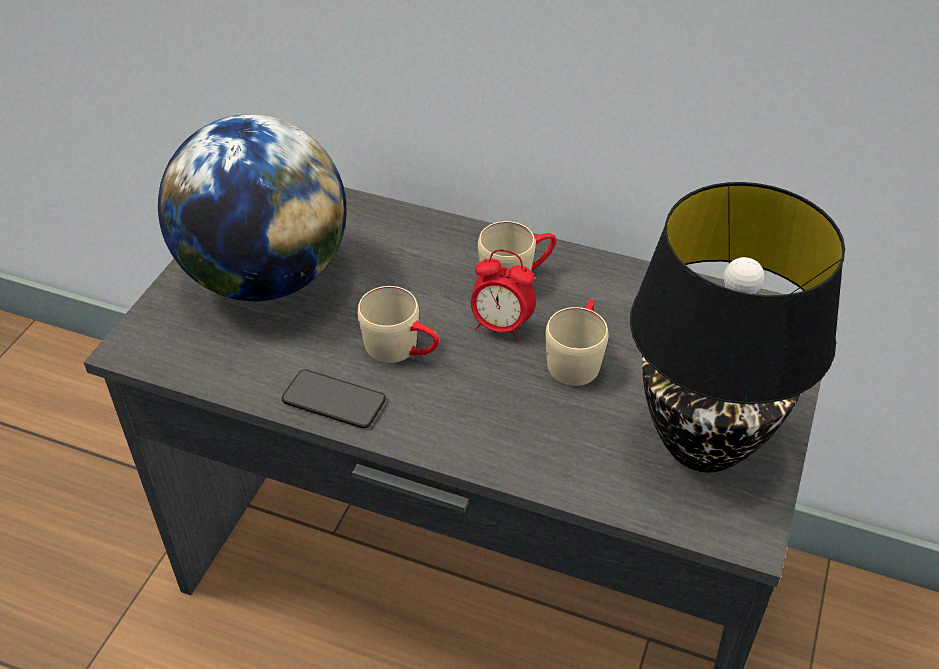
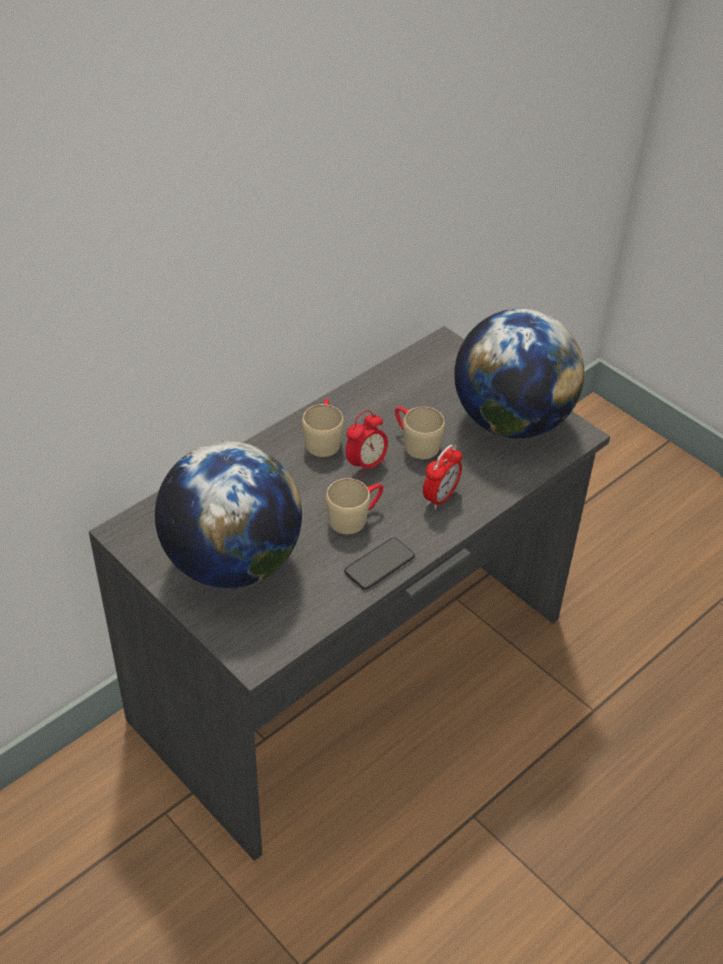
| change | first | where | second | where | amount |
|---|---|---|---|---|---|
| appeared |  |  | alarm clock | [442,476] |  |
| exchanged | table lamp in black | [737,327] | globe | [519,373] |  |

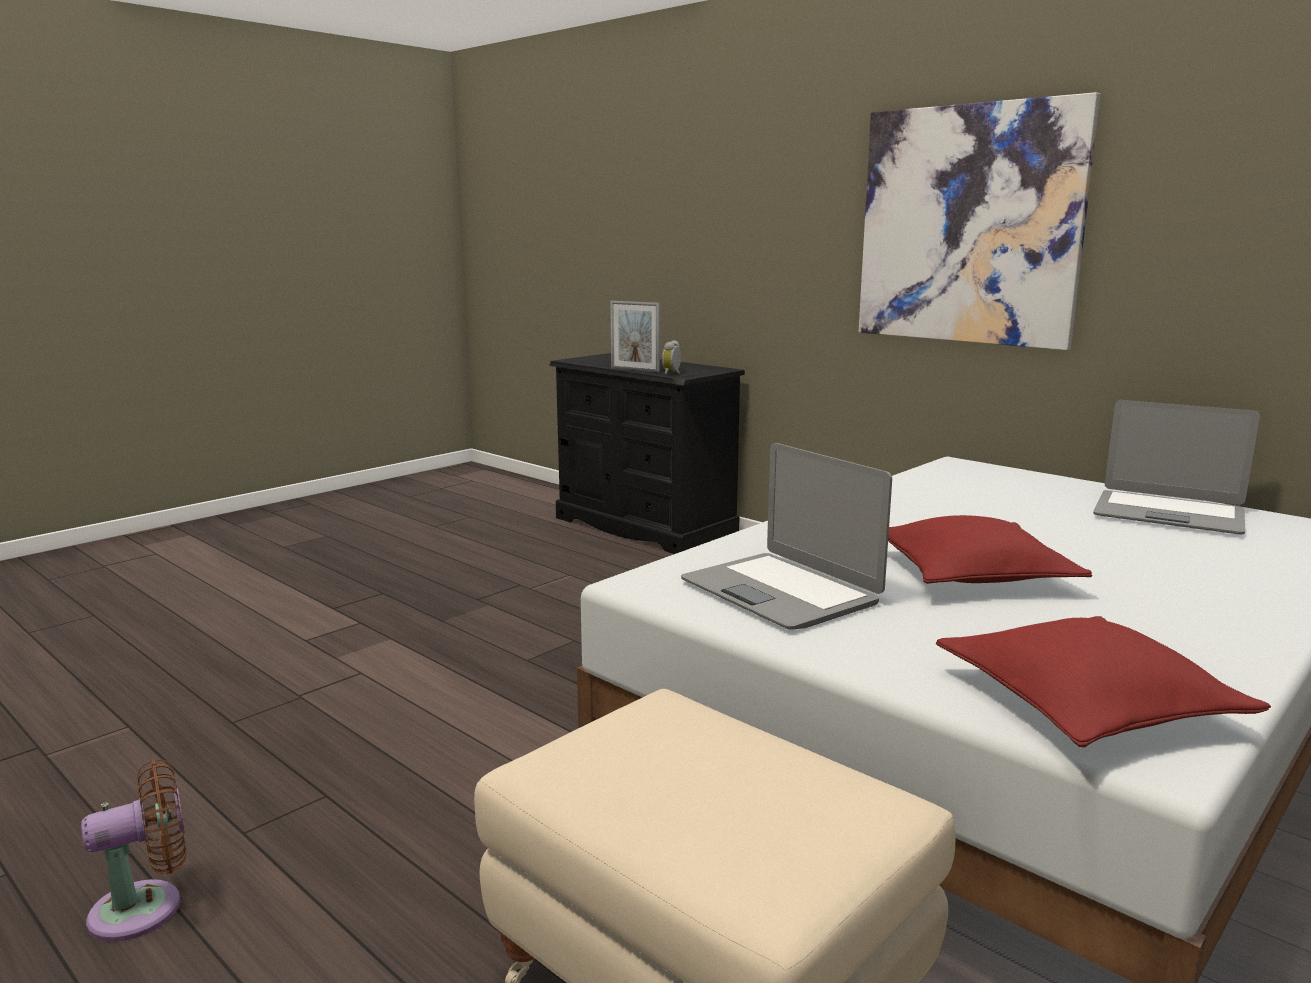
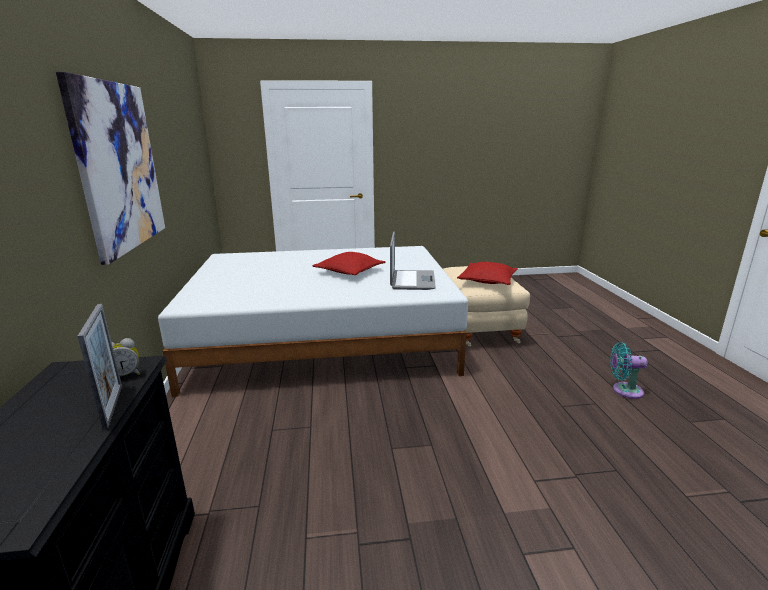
| change | first | where | second | where | amount |
|---|---|---|---|---|---|
| missing | laptop | [1176,467] |  |  |  |
| relocated | pillow in red | [1103,681] |  | [487,273] |  |
| colour | fan in brown | [133,850] | fan in turquoise | [629,370] |  |

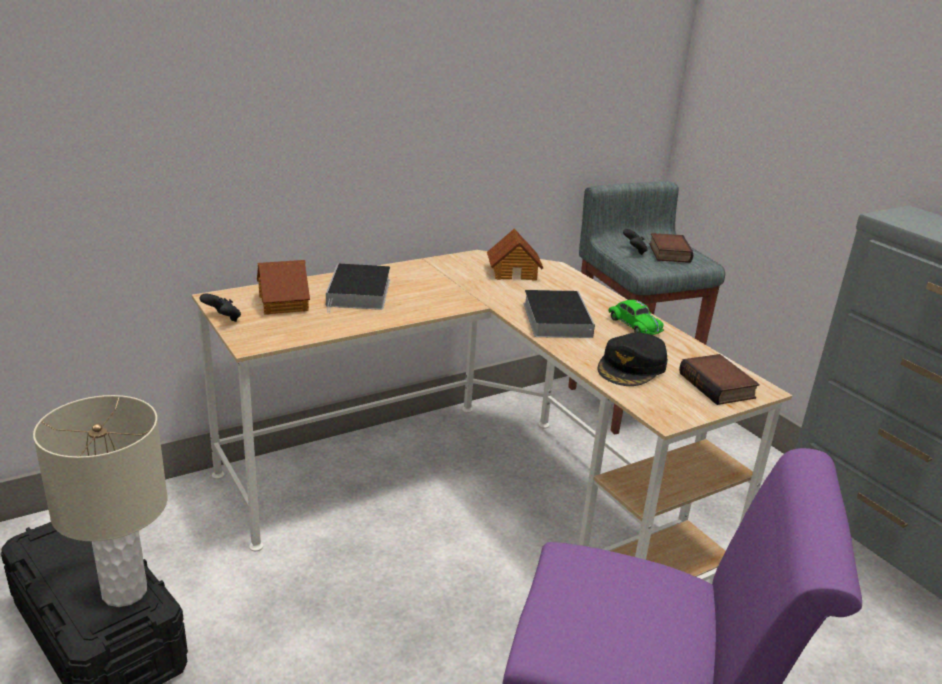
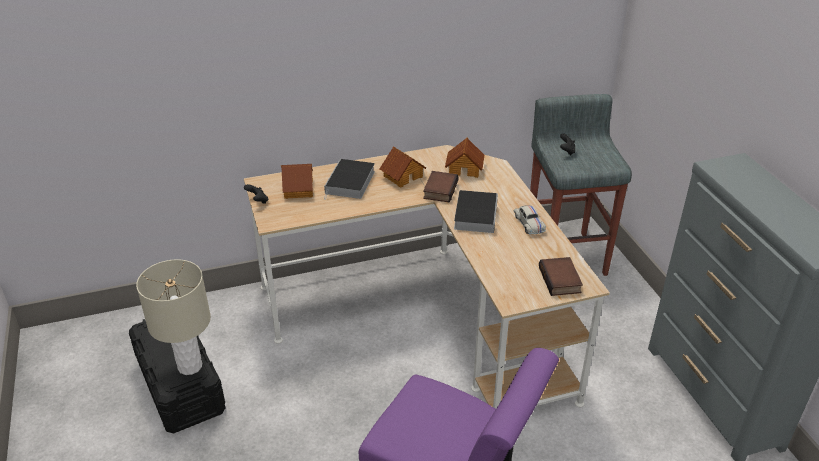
| change | first | where | second | where | amount |
|---|---|---|---|---|---|
| missing | cap in black | [632,359] |  |  |  |
| appeared |  |  | toy house | [403,166] |  |
| relocated | book | [671,248] |  | [441,186] |  |
| colour | toy car in green | [636,317] | toy car in white | [530,220] |  |

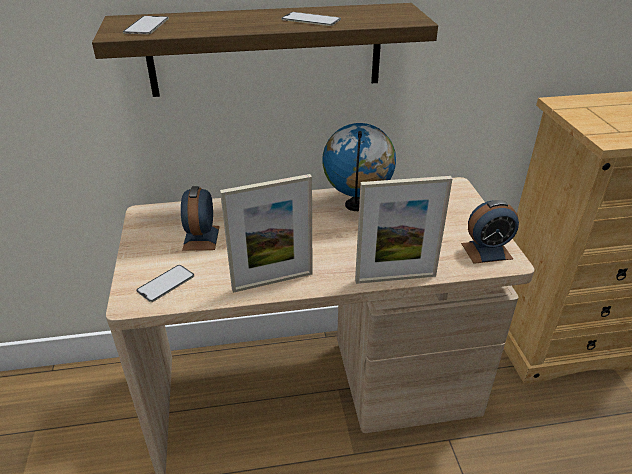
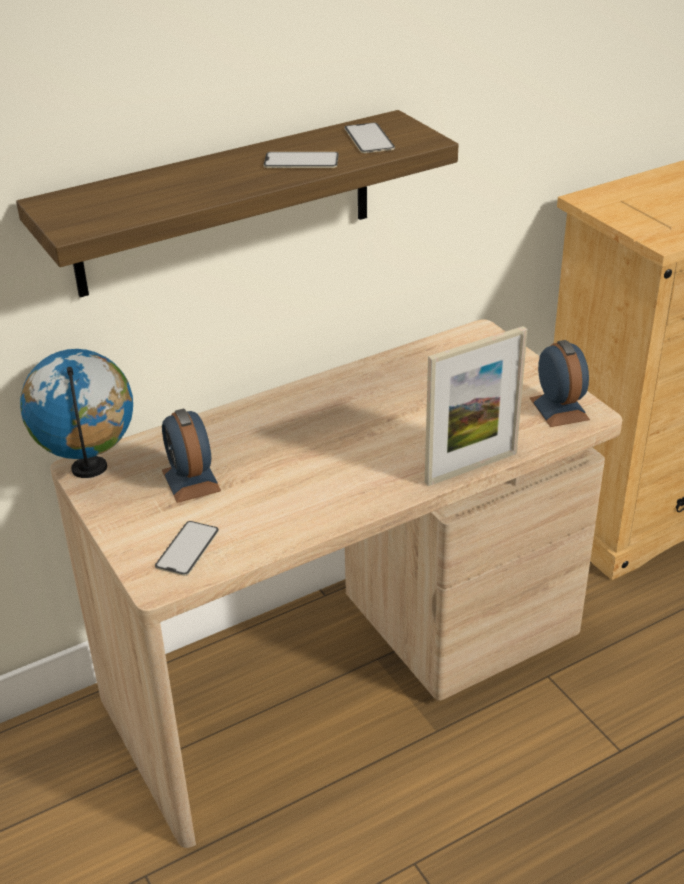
| change | first | where | second | where | amount |
|---|---|---|---|---|---|
| missing | picture frame | [266,233] |  |  |  |
| relocated | phone | [146,25] |  | [370,138] |  |
| relocated | globe | [359,167] |  | [76,413] |  |
| spun | alarm clock | [490,232] |  | [560,383] | 75 degrees counterclockwise |

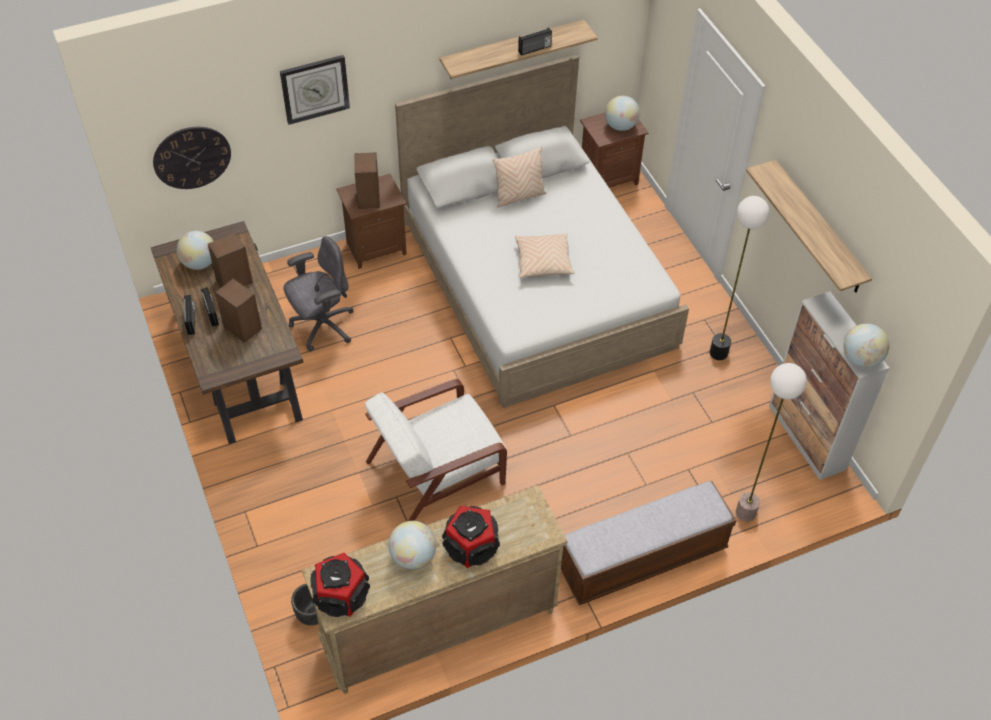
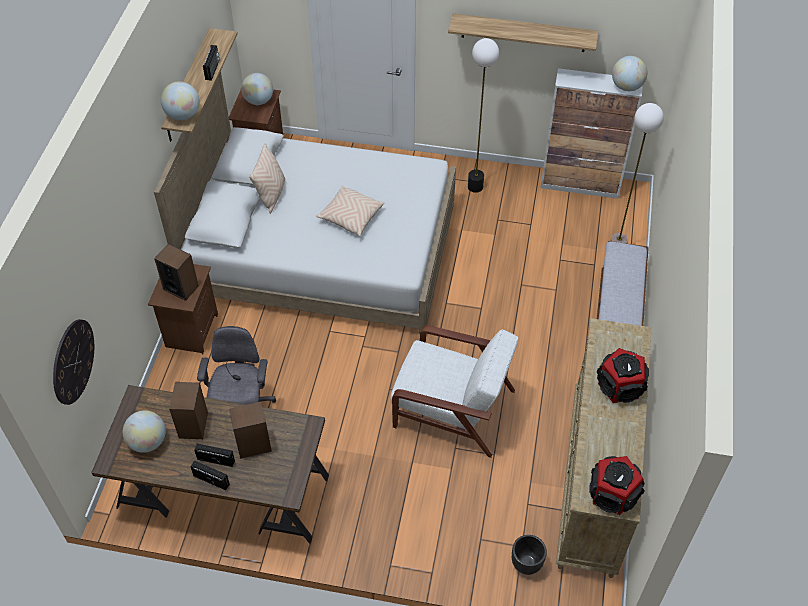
| change | first | where | second | where | amount |
|---|---|---|---|---|---|
| missing | wall clock | [315,90] |  |  |  |
| relocated | globe | [412,545] |  | [180,100] |  |
| spun | armchair in white | [436,450] |  | [454,391] | 75 degrees counterclockwise |

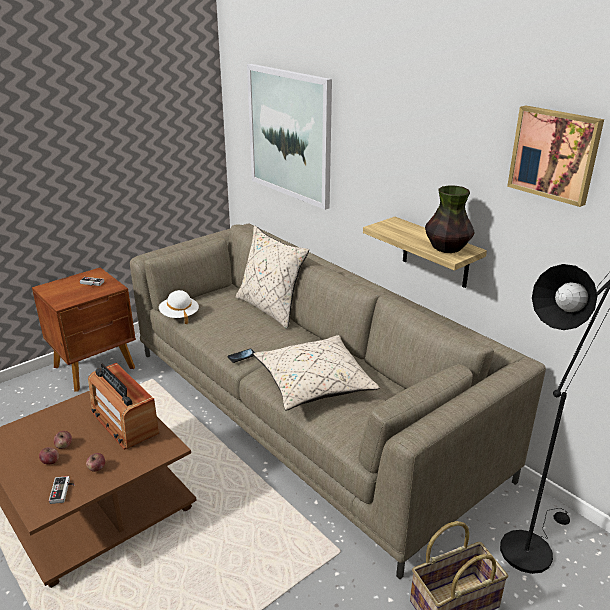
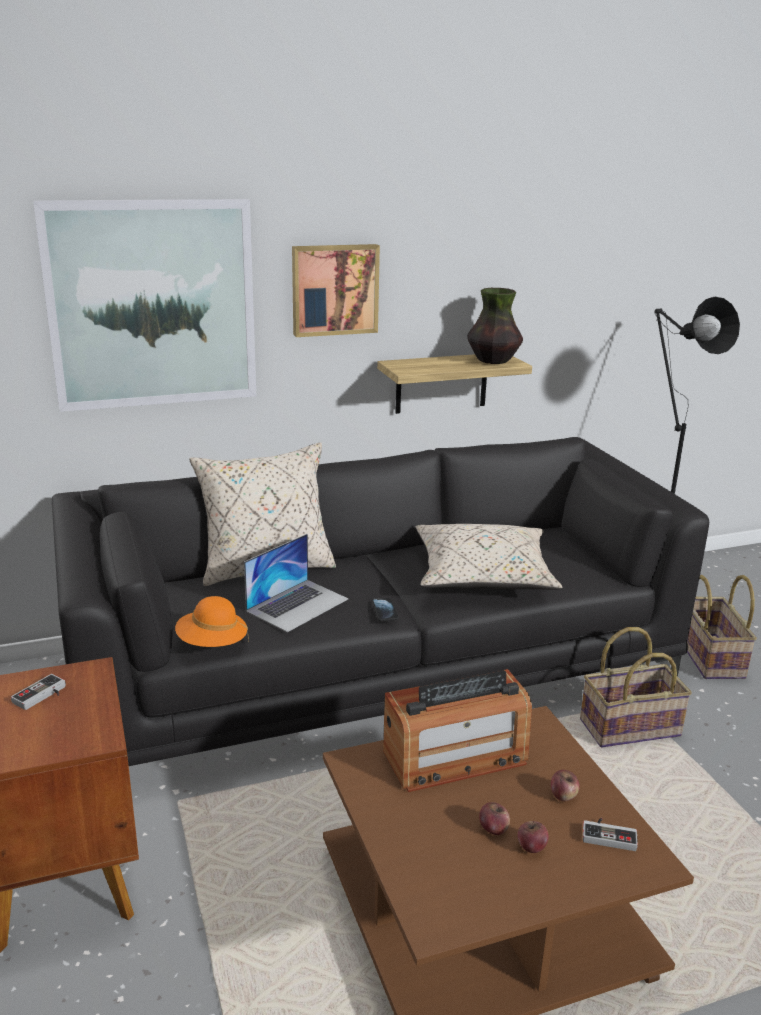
| change | first | where | second | where | amount |
|---|---|---|---|---|---|
| appeared |  |  | laptop | [296,583] |  |
| appeared |  |  | basket | [636,687] |  |
| relocated | picture | [555,156] |  | [336,290] |  |
| colour | sofa in beige | [338,401] | sofa in black | [380,601] |  |
| colour | hat in white | [179,307] | hat in orange | [212,621] |  |

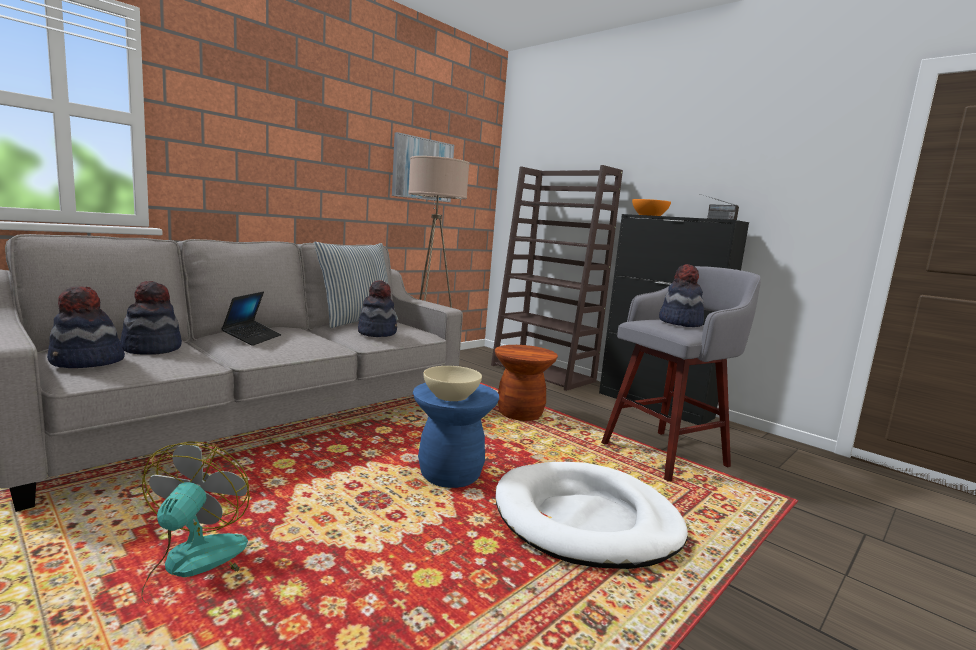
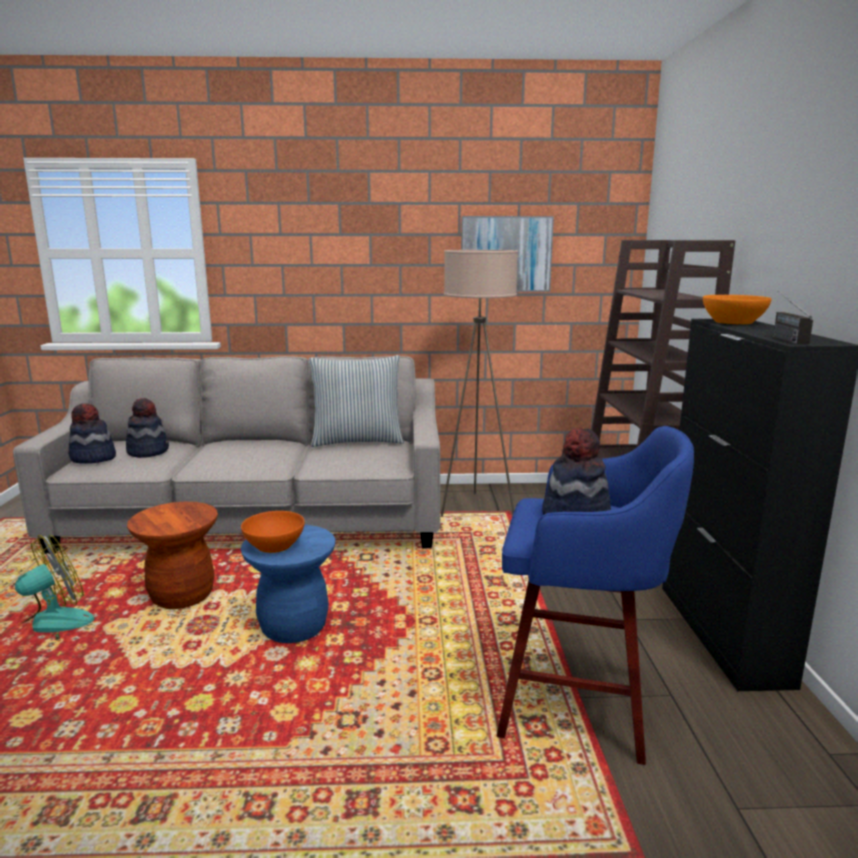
| change | first | where | second | where | amount |
|---|---|---|---|---|---|
| missing | laptop | [251,319] |  |  |  |
| missing | hat | [377,308] |  |  |  |
| missing | dog bed in white | [591,515] |  |  |  |
| relocated | stool in brown | [526,383] |  | [172,555] |  |
| colour | bowl in beige | [452,383] | bowl in orange | [273,532] |  |
| colour | stool in grey | [681,374] | stool in blue | [595,595] |  |

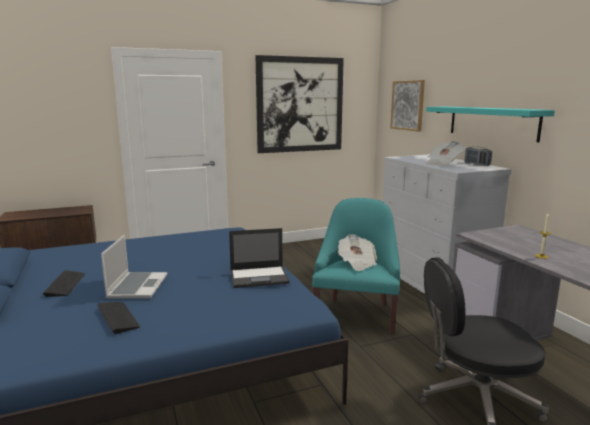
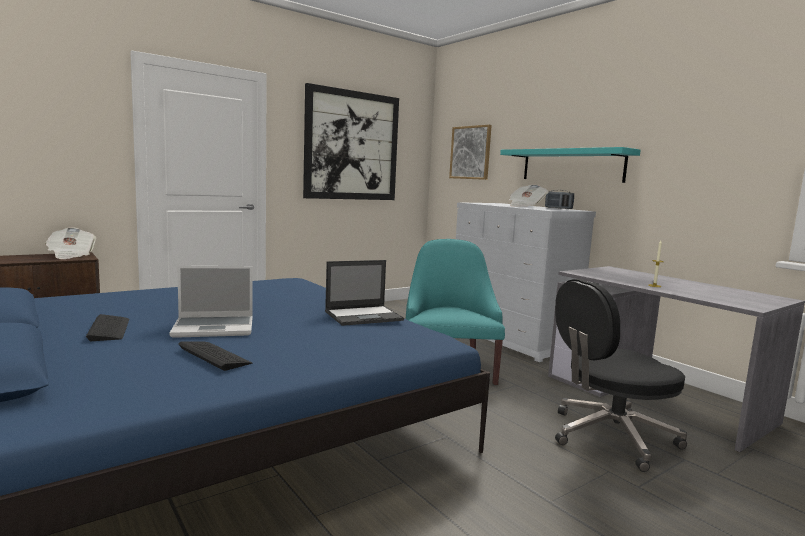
| change | first | where | second | where | amount |
|---|---|---|---|---|---|
| relocated | newspaper | [357,252] |  | [71,243] |  |
| spun | laptop | [134,267] |  | [211,302] | 90 degrees clockwise |

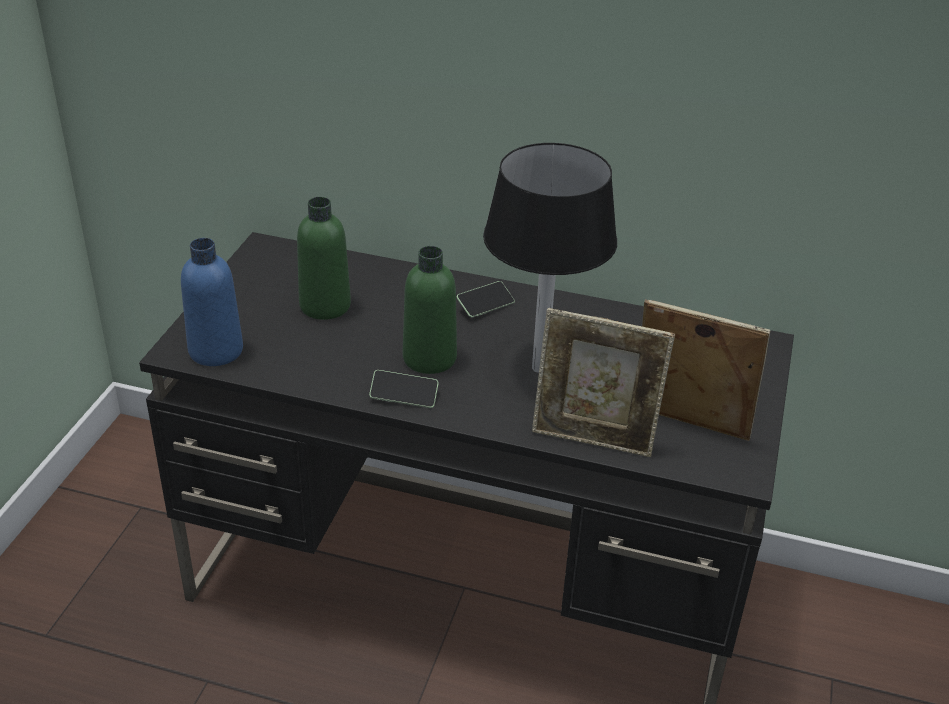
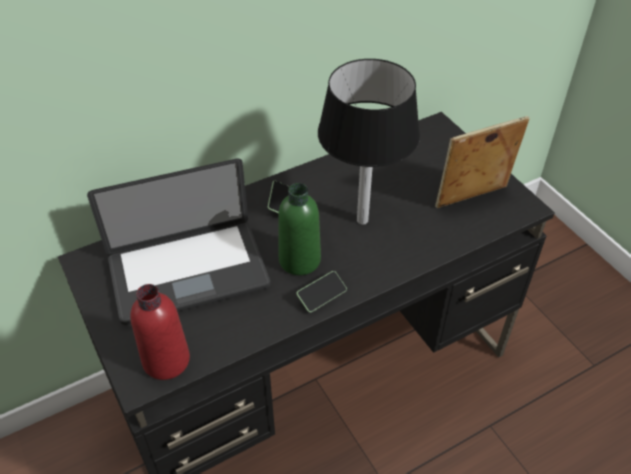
| change | first | where | second | where | amount |
|---|---|---|---|---|---|
| missing | picture frame | [603,382] |  |  |  |
| exchanged | bottle in green | [324,258] | laptop | [178,241] |  |
| colour | bottle in blue | [212,302] | bottle in red | [160,332] |  |

